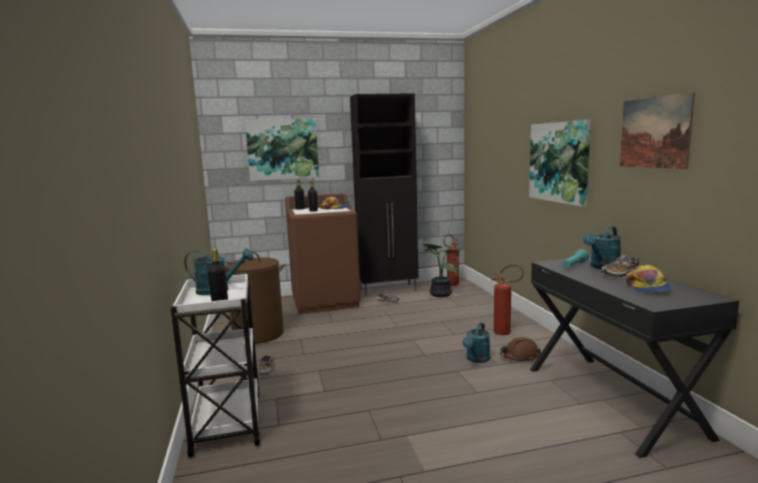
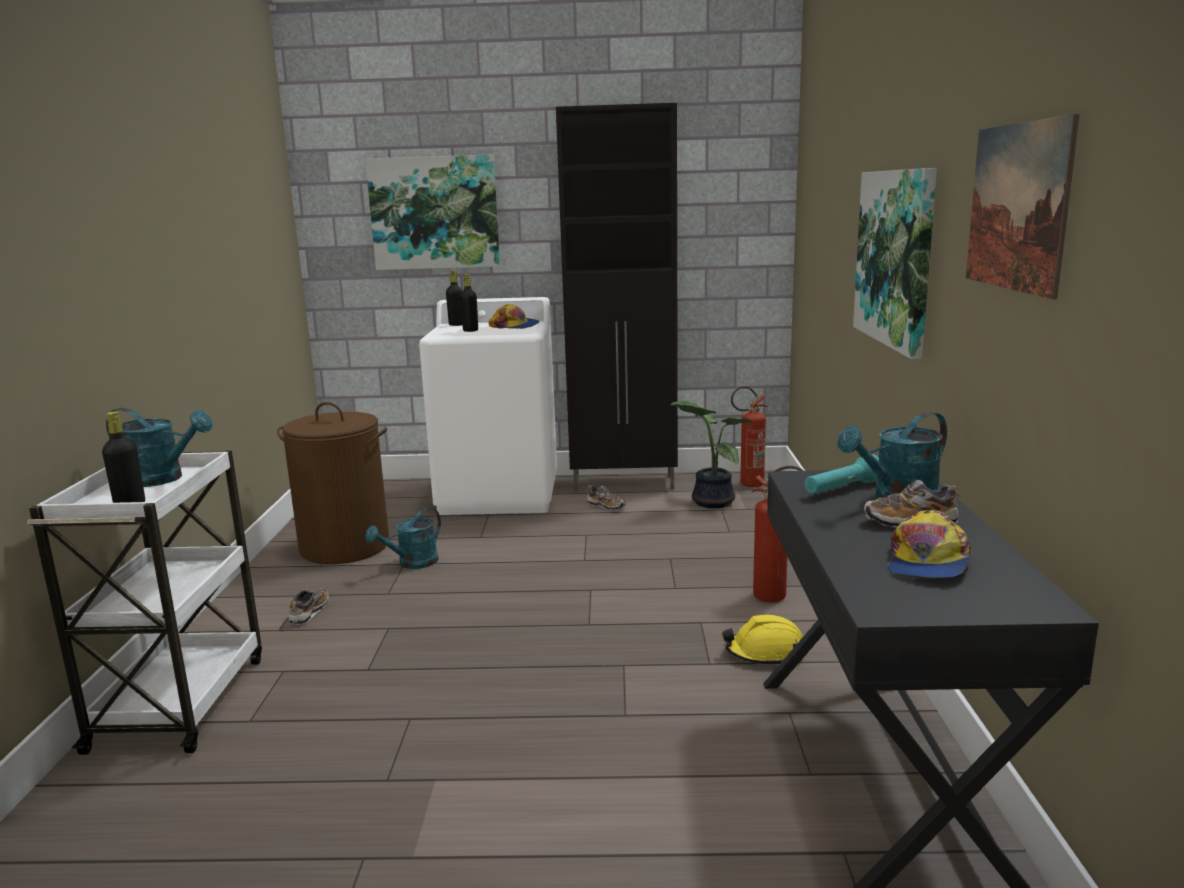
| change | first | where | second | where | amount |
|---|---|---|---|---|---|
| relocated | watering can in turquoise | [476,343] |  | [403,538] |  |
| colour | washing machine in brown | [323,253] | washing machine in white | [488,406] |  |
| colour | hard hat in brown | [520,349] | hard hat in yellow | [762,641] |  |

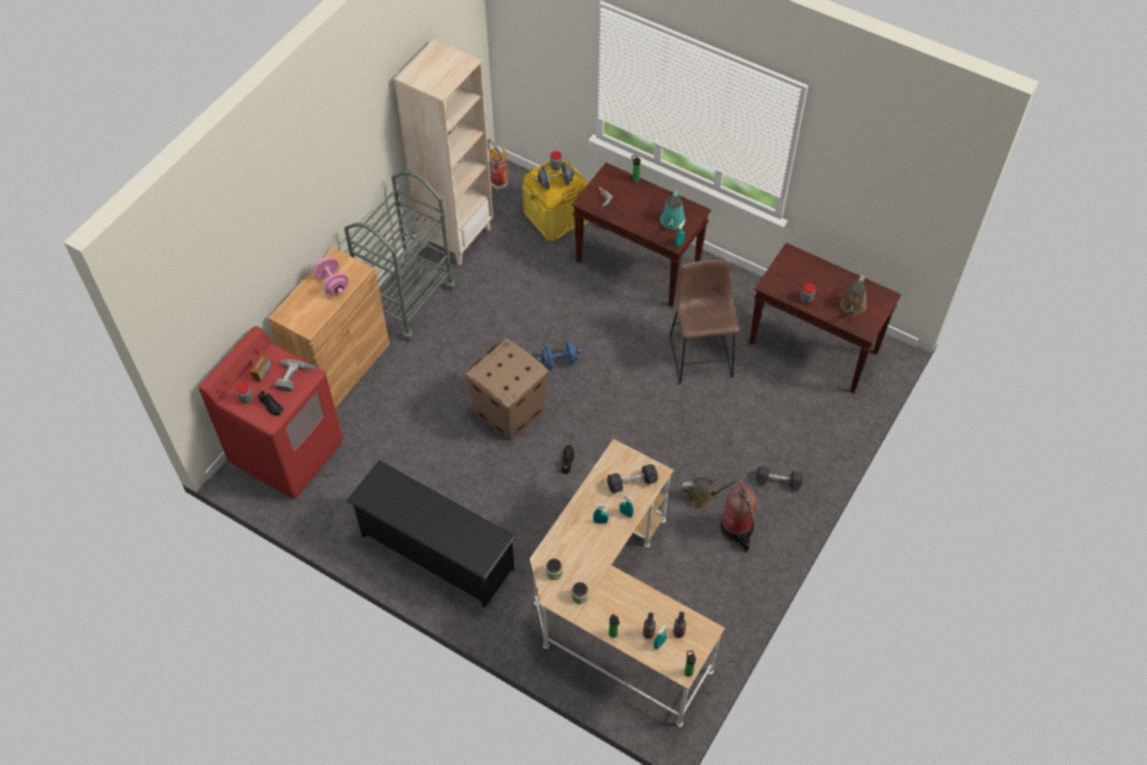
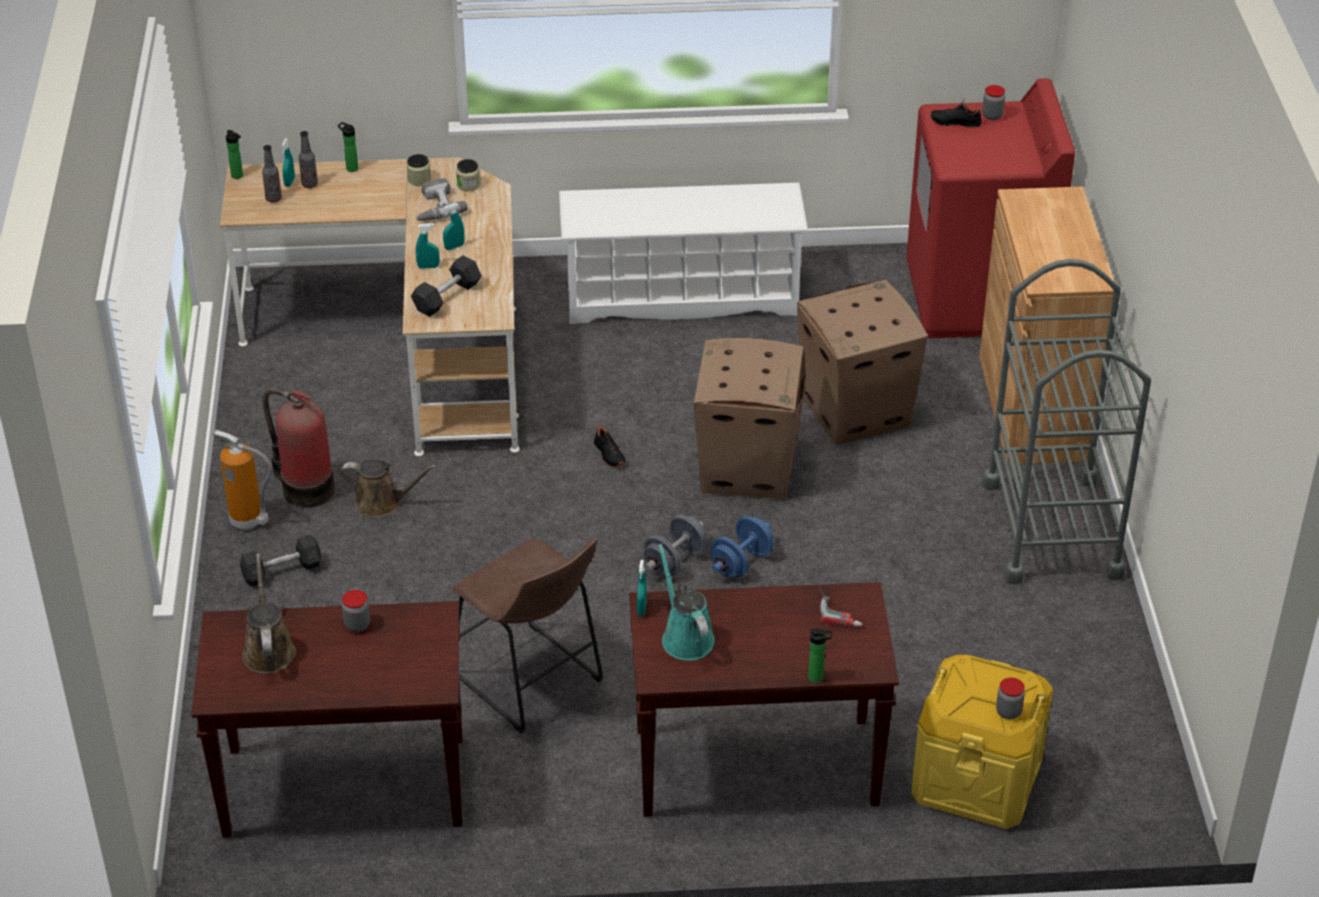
| change | first | where | second | where | amount |
|---|---|---|---|---|---|
| missing | radio | [261,365] |  |  |  |
| missing | dumbbell in pink | [331,276] |  |  |  |
| missing | bookcase in beige | [443,152] |  |  |  |
| appeared |  |  | cardboard box | [862,362] |  |
| relocated | power drill | [295,375] |  | [442,199] |  |
| relocated | fire extinguisher | [497,164] |  | [242,480] |  |
| relocated | dumbbell in grey | [555,176] |  | [674,545] |  |
| colour | shoe rack in black | [431,534] | shoe rack in white | [683,253] |  |
| spun | watering can in brown | [710,493] |  | [388,488] | 135 degrees counterclockwise |

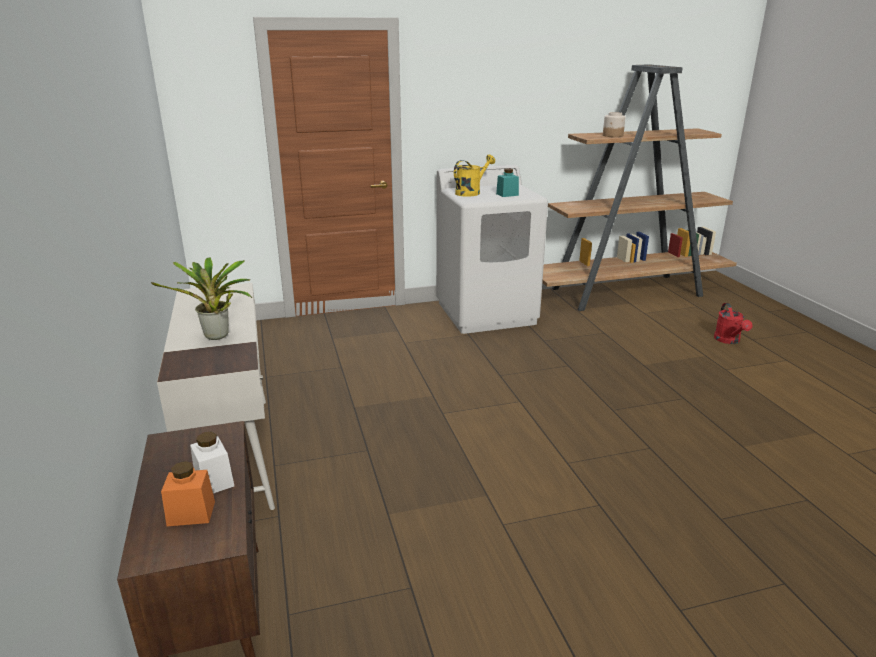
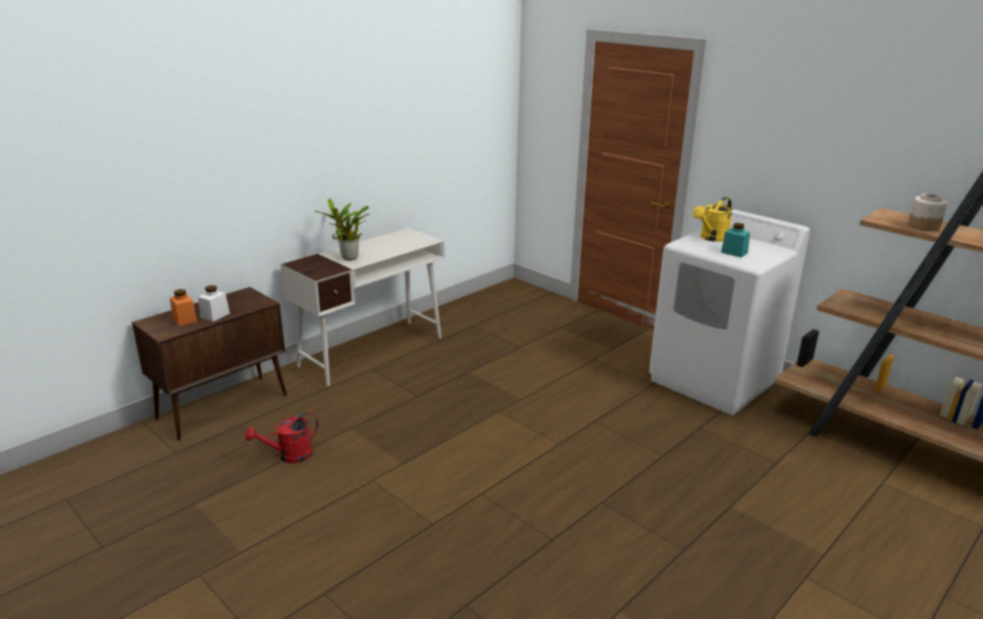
| change | first | where | second | where | amount |
|---|---|---|---|---|---|
| relocated | watering can in red | [733,323] |  | [281,437] |  |
| spun | watering can in yellow | [474,176] |  | [712,219] | 120 degrees clockwise |

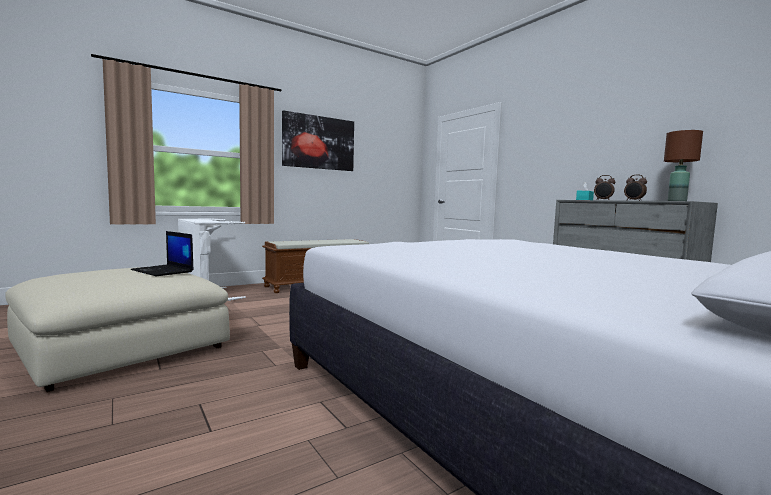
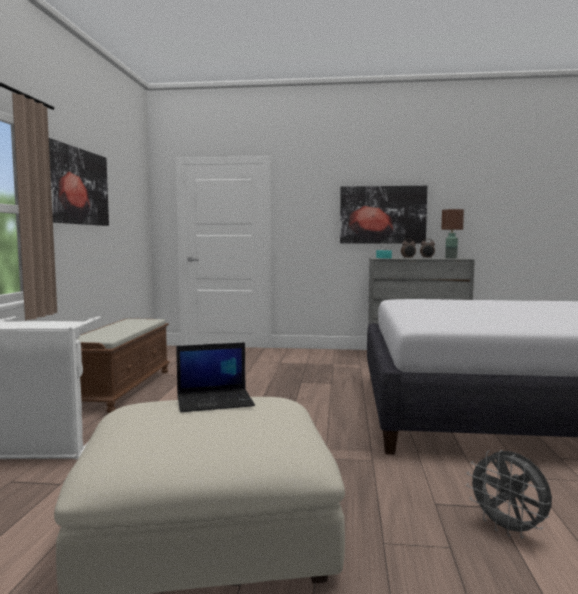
| change | first | where | second | where | amount |
|---|---|---|---|---|---|
| appeared |  |  | picture | [383,215] |  |
| appeared |  |  | fan in grey | [509,494] |  |

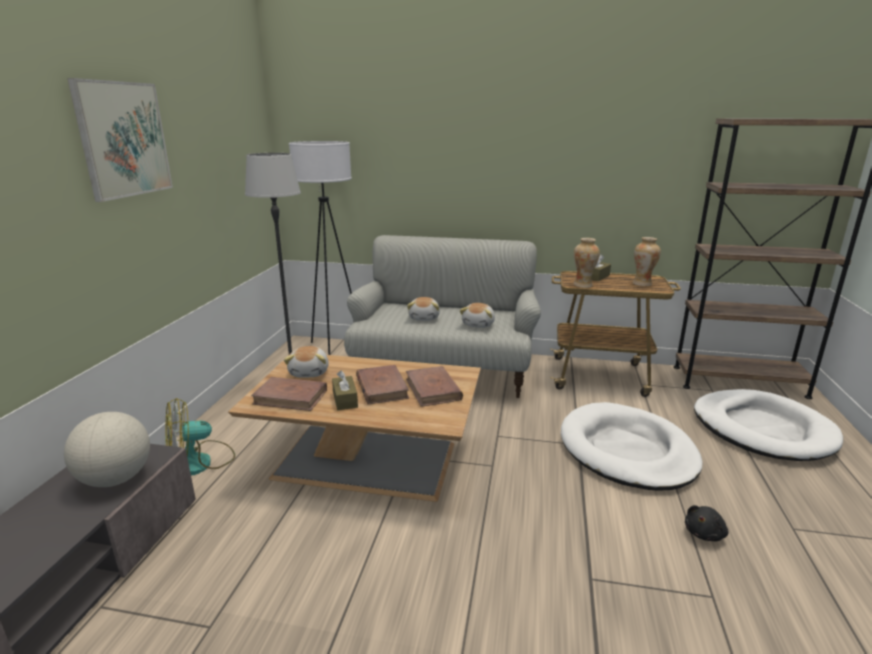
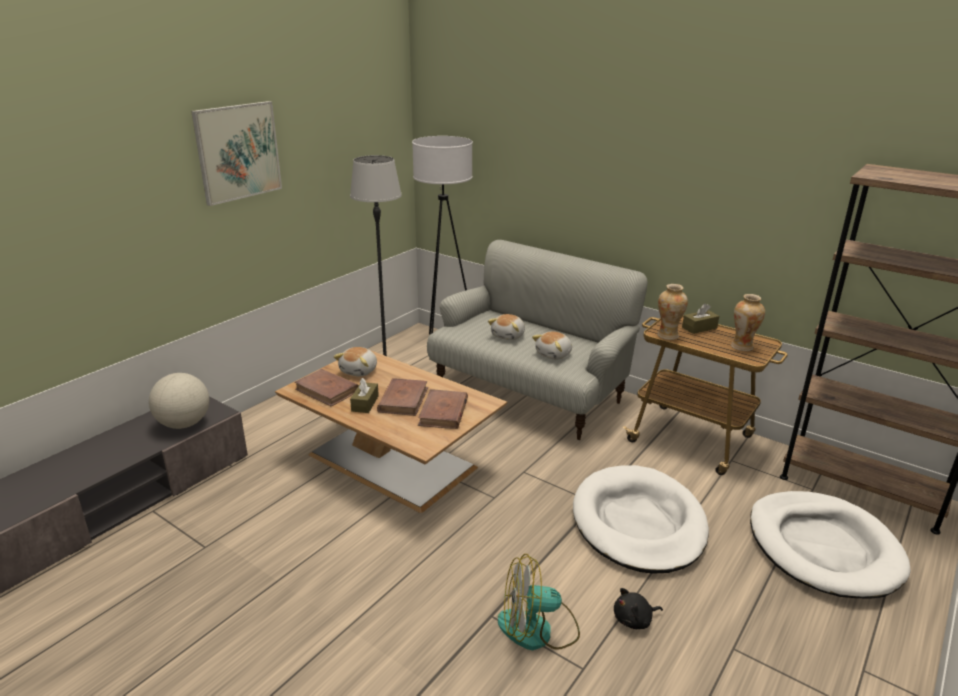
| change | first | where | second | where | amount |
|---|---|---|---|---|---|
| relocated | fan | [200,437] |  | [539,602] |  |

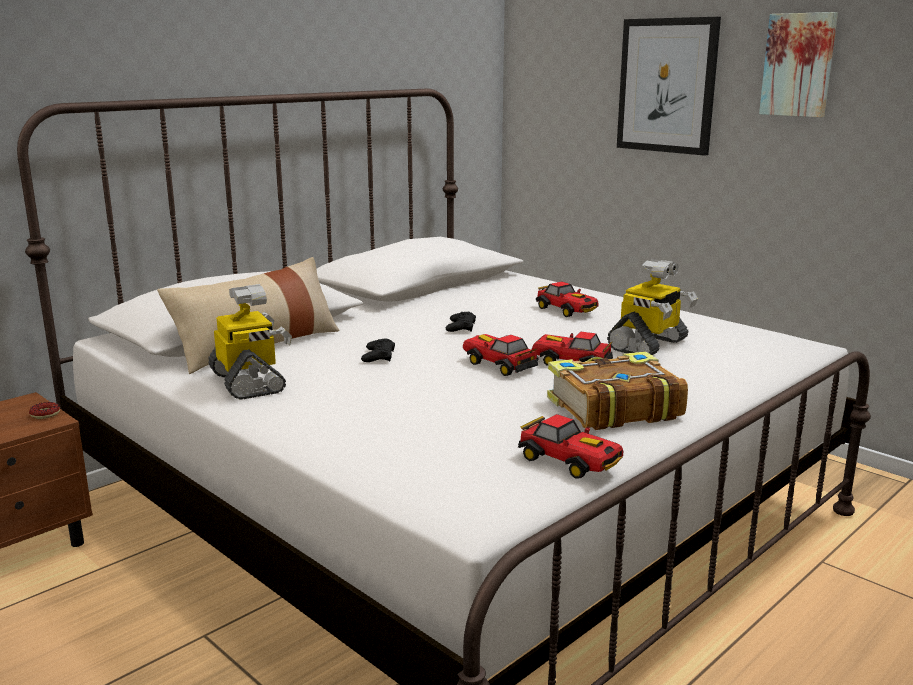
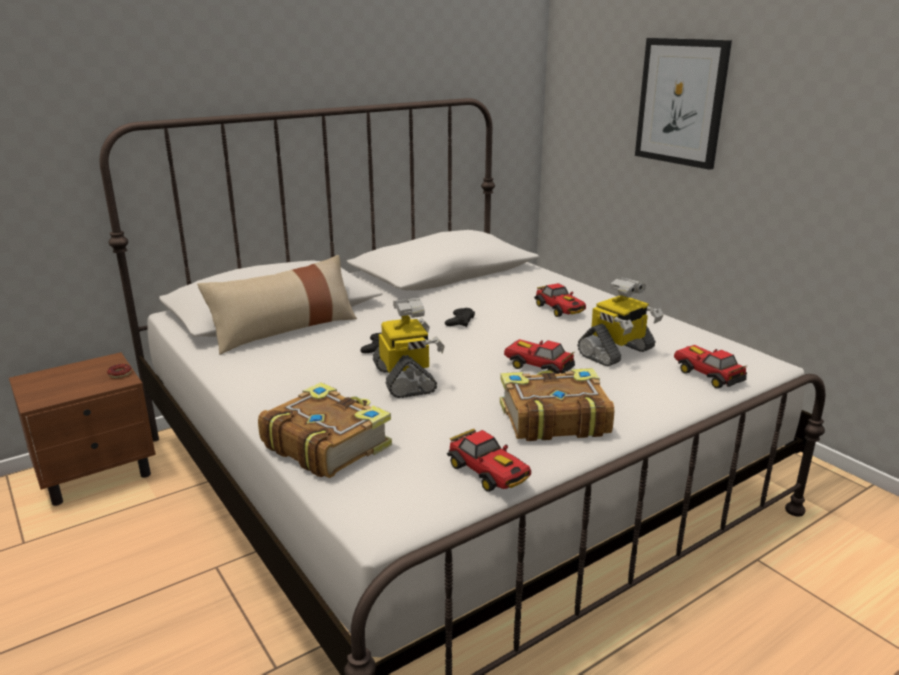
| change | first | where | second | where | amount |
|---|---|---|---|---|---|
| missing | picture | [798,64] |  |  |  |
| appeared |  |  | book | [325,430] |  |
| relocated | toy robot | [250,342] |  | [409,348] |  |
| relocated | toy car | [501,355] |  | [710,366] |  |

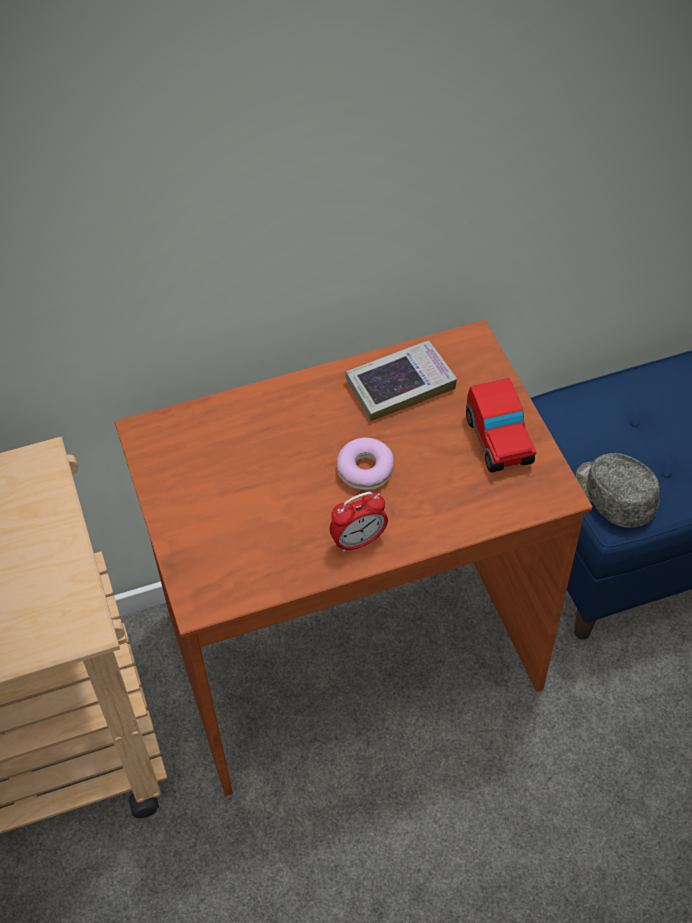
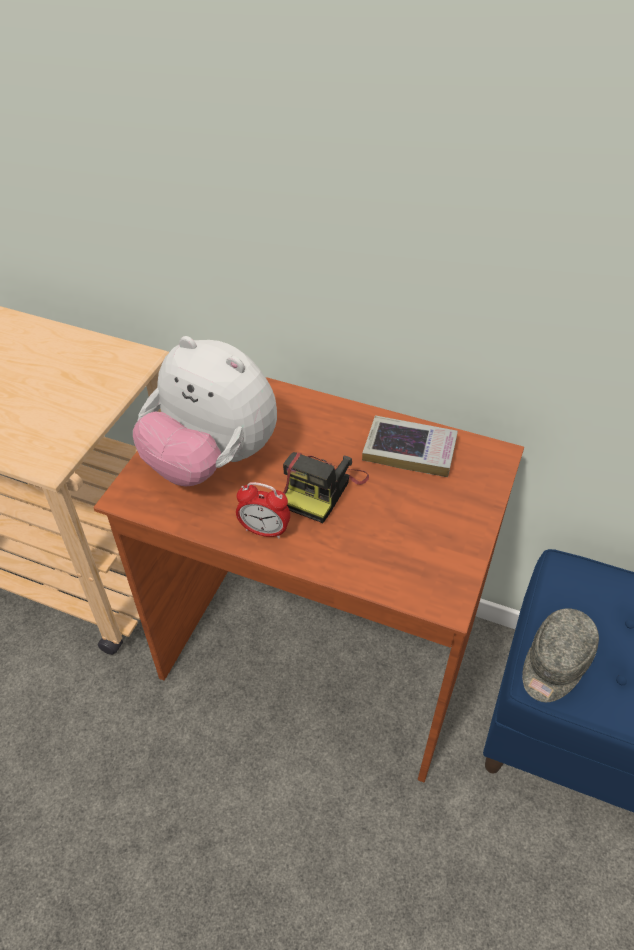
| change | first | where | second | where | amount |
|---|---|---|---|---|---|
| missing | toy car | [501,425] |  |  |  |
| appeared |  |  | plush toy | [205,411] |  |
| exchanged | donut | [365,464] | photo camera | [326,487] |  |
| spun | cap in grey | [618,490] |  | [560,655] | 150 degrees counterclockwise |

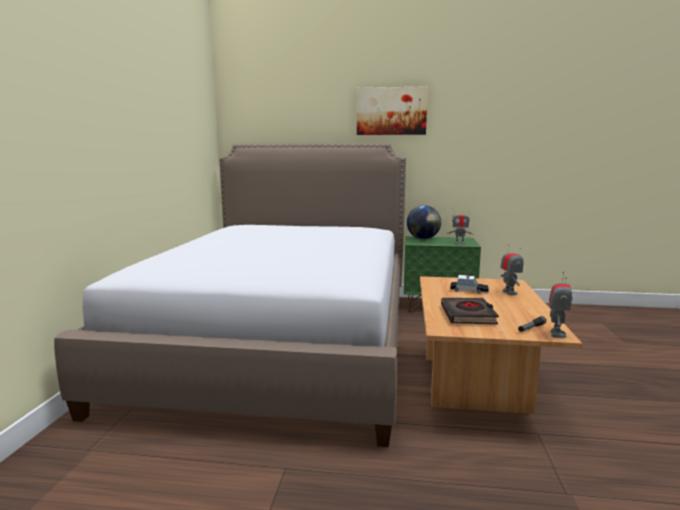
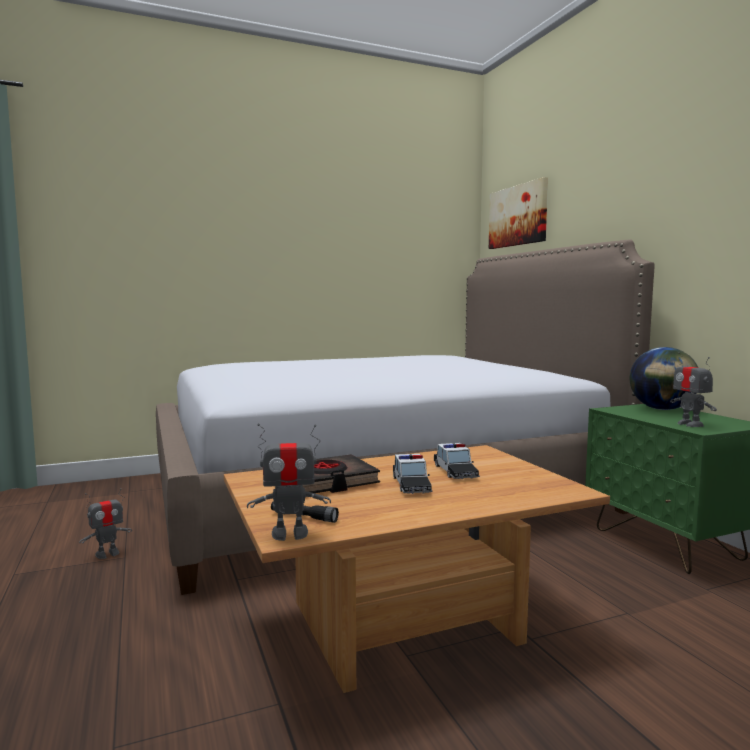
| change | first | where | second | where | amount |
|---|---|---|---|---|---|
| appeared |  |  | toy car | [413,474] |  |
| relocated | picture | [392,110] |  | [518,213] |  |
| relocated | toy robot | [511,269] |  | [105,523] |  |

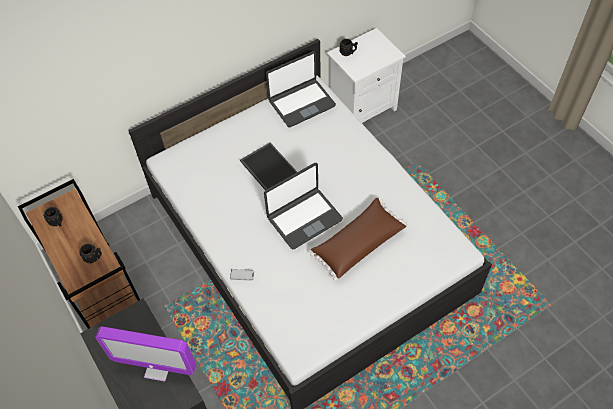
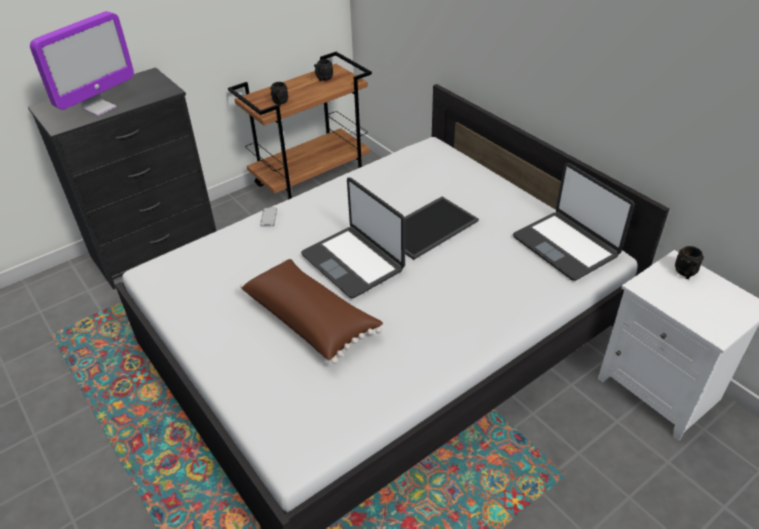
| change | first | where | second | where | amount |
|---|---|---|---|---|---|
| spun | monitor | [145,354] |  | [82,63] | 150 degrees counterclockwise |

